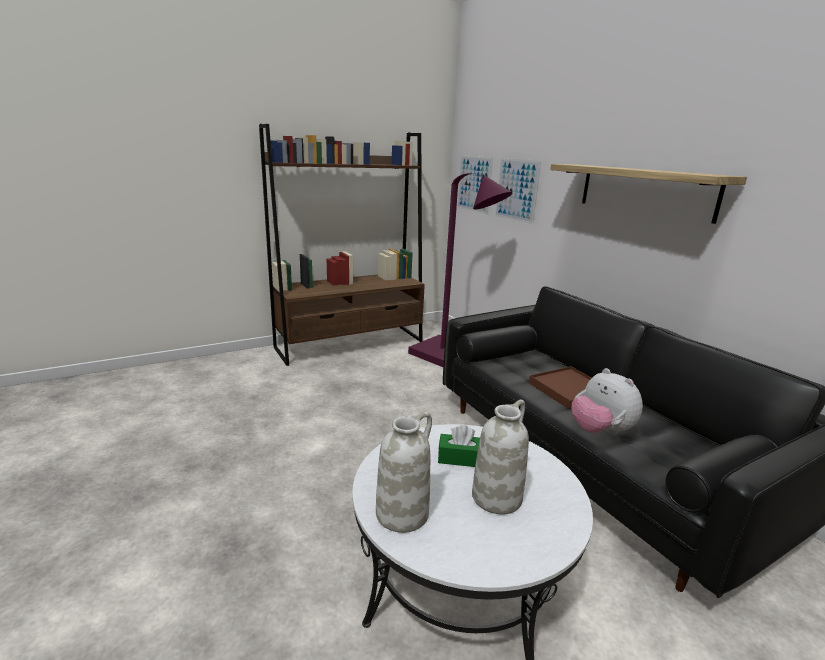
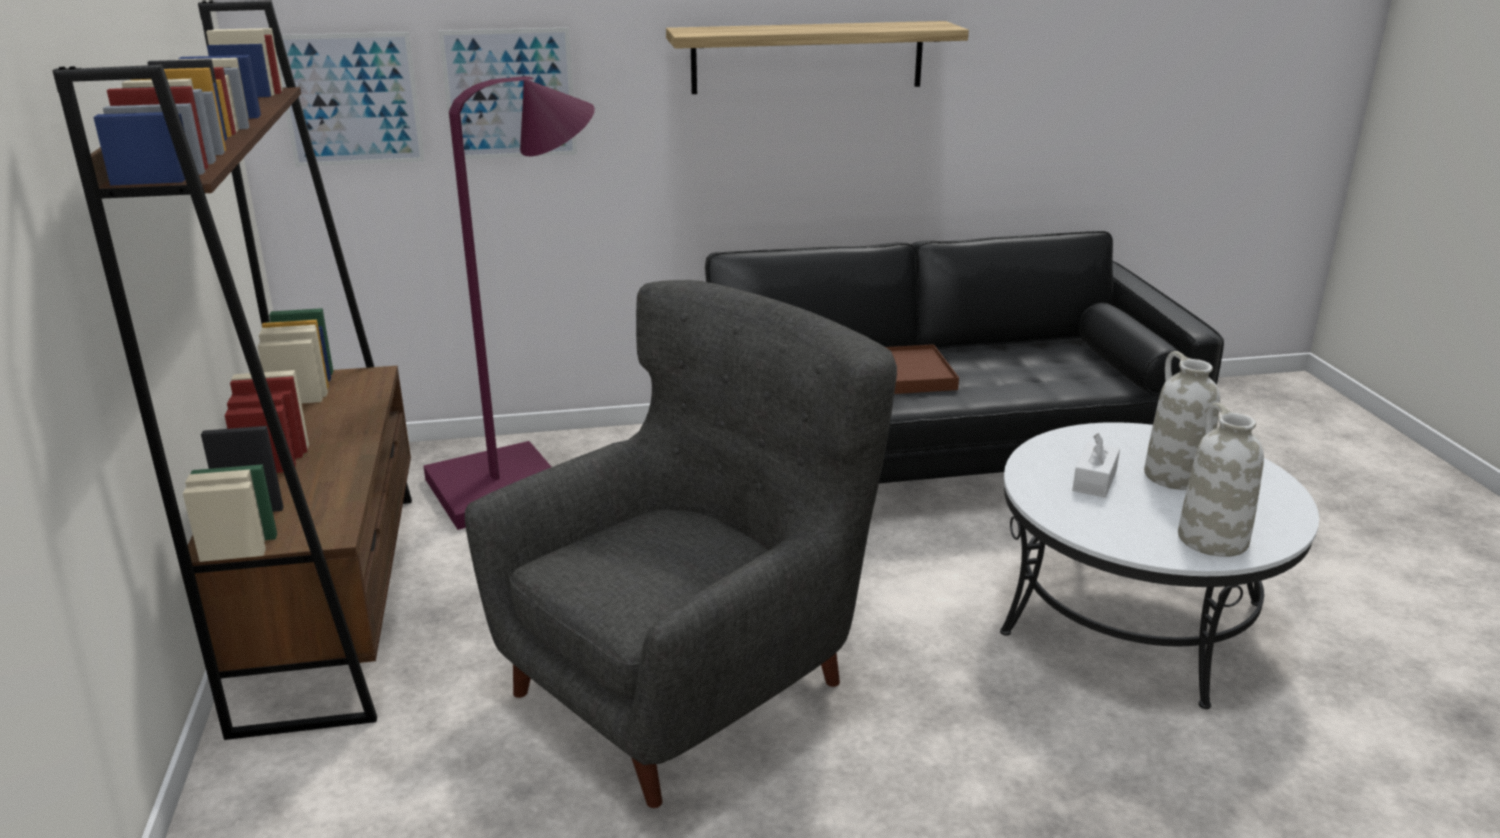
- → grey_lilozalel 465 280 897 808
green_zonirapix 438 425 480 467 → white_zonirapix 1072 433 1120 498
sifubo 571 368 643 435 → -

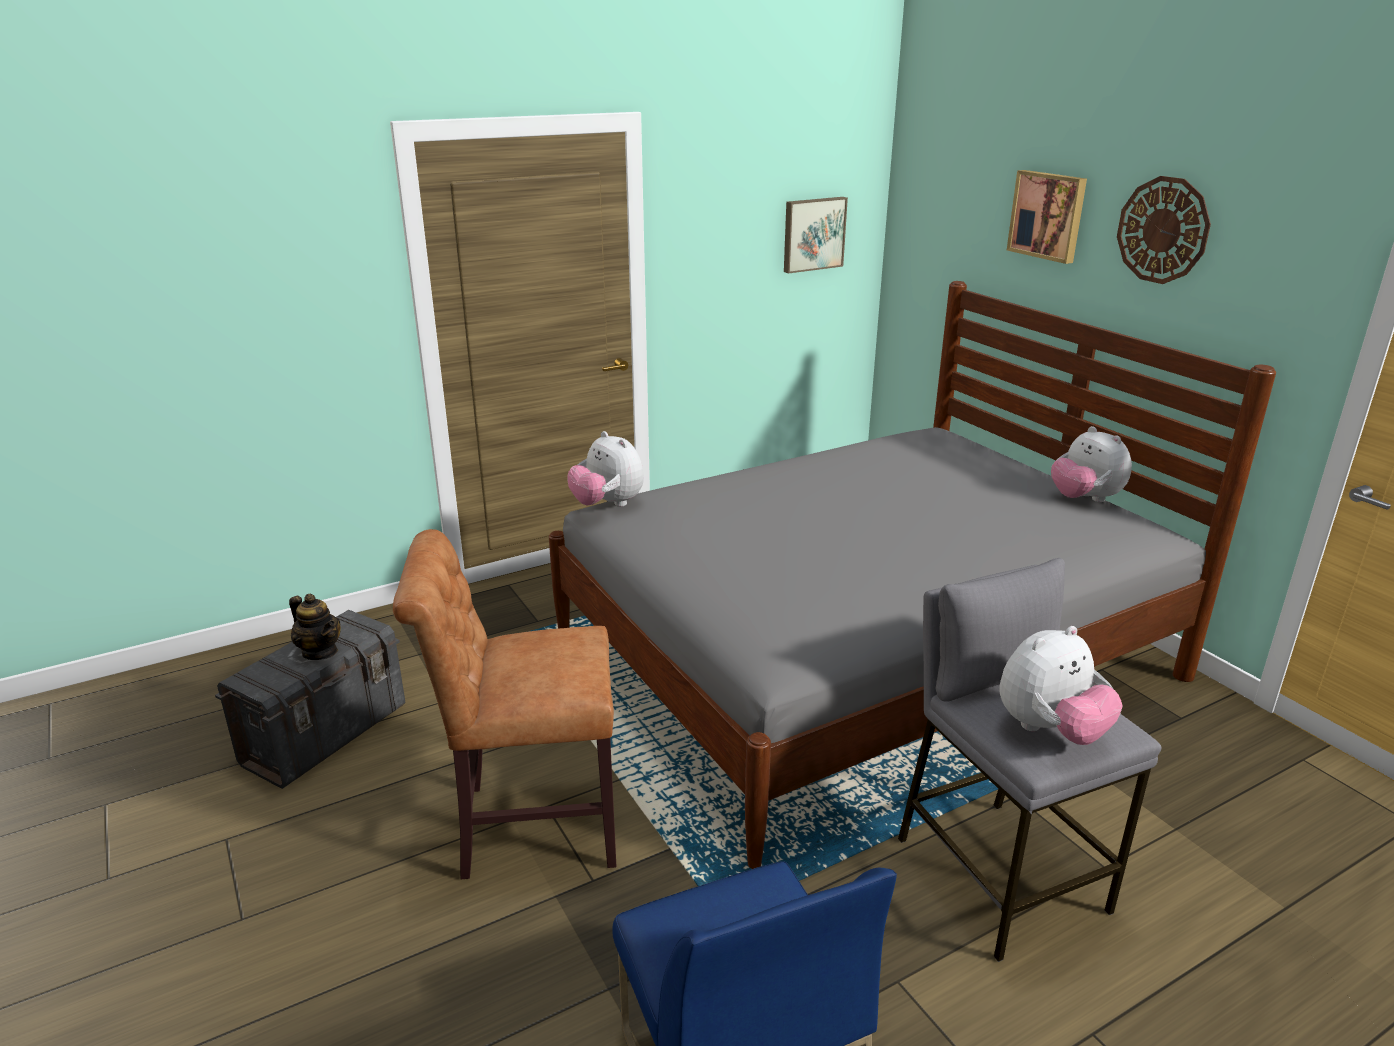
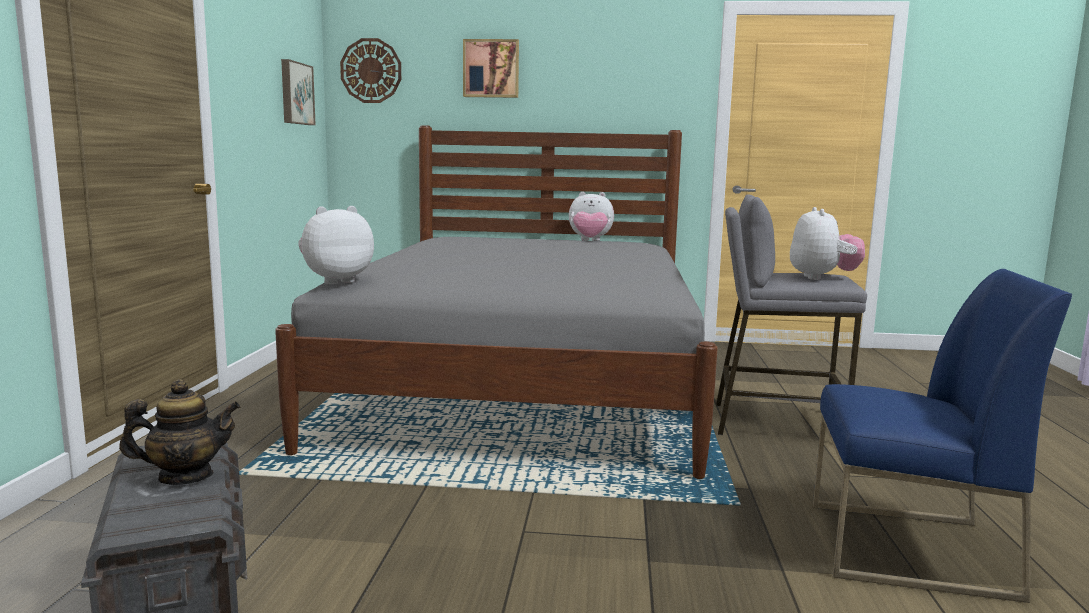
sifubo 567 431 644 507 → sifubo 298 206 374 284, 150 degrees clockwise
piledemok 1117 176 1211 284 → piledemok 340 38 401 103, move
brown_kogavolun 393 529 617 879 → -

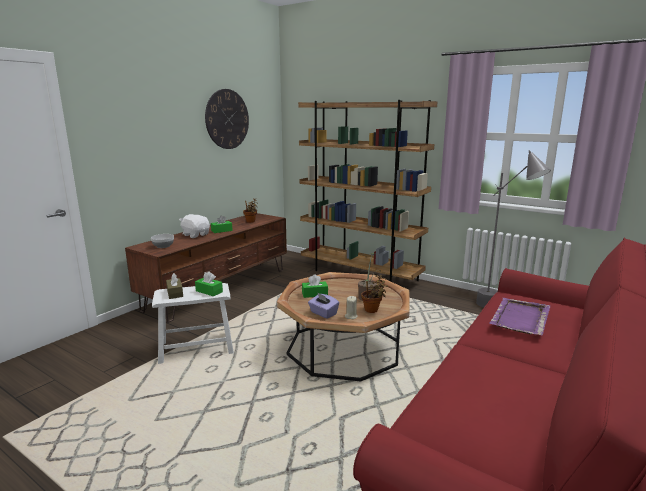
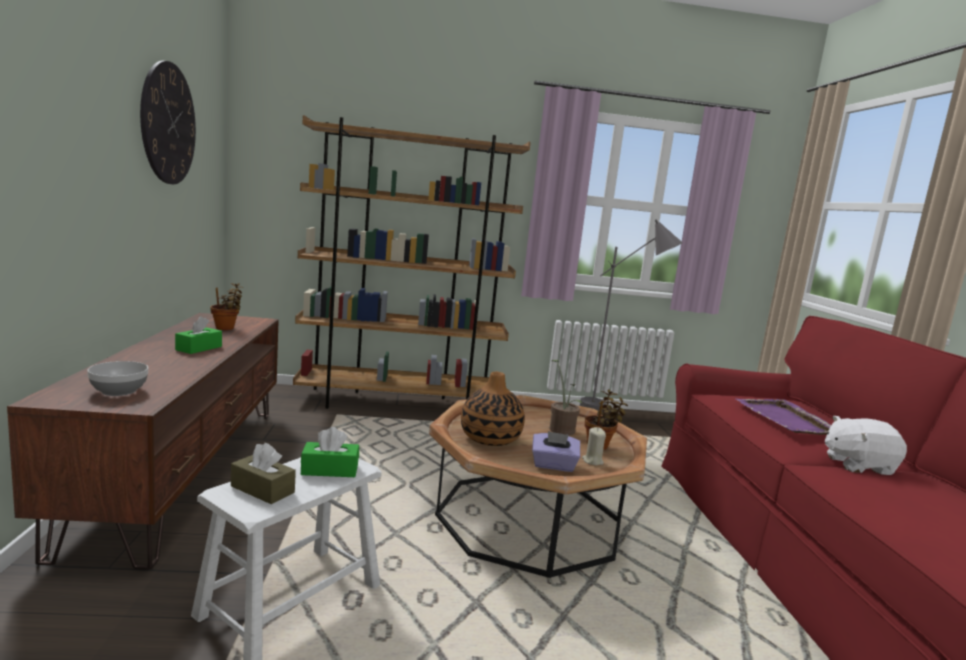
green_zonirapix 302 274 328 298 → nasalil 461 372 525 446
white_sifubo 179 214 210 238 → white_sifubo 825 416 907 475, move

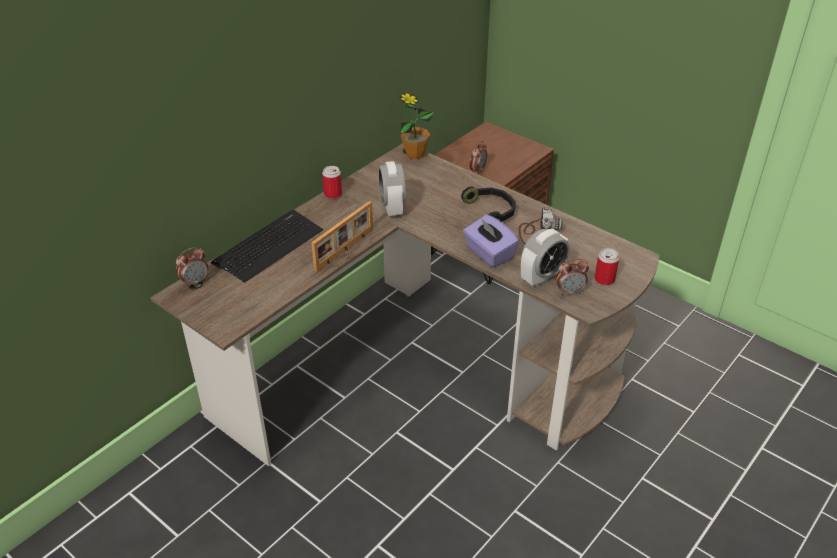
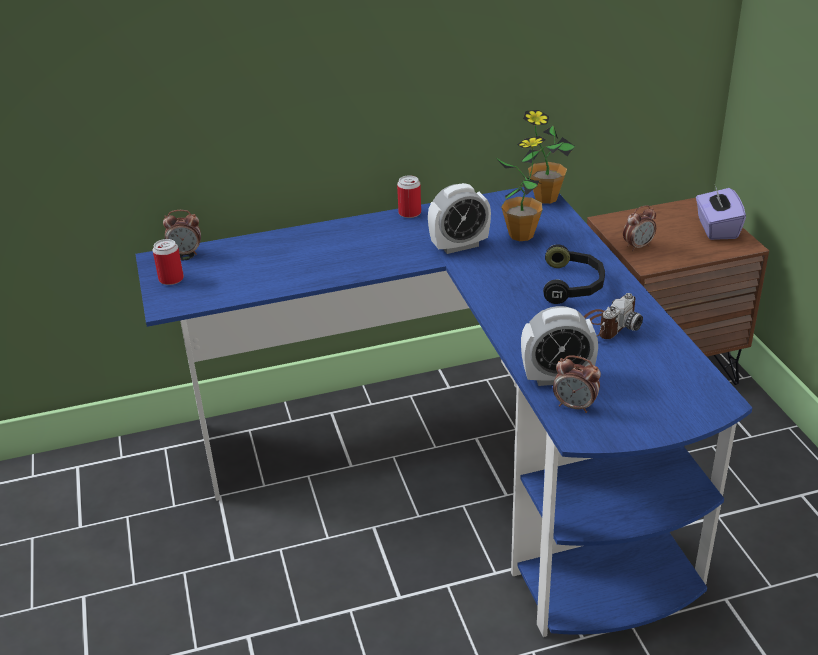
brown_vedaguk 150 143 659 466 → blue_vedaguk 135 187 753 637
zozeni 594 248 619 285 → zozeni 153 239 184 285, move
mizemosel 379 161 406 217 → mizemosel 428 183 491 254, 135 degrees counterclockwise
- → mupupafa 496 136 546 241
purple_zonirapix 463 215 519 267 → purple_zonirapix 696 186 746 240, move
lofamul 211 210 323 282 → -
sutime 311 201 373 272 → -

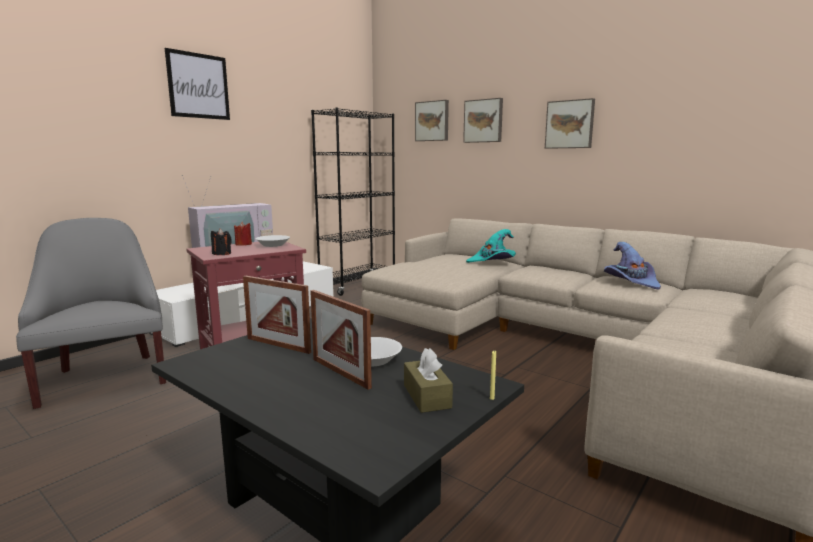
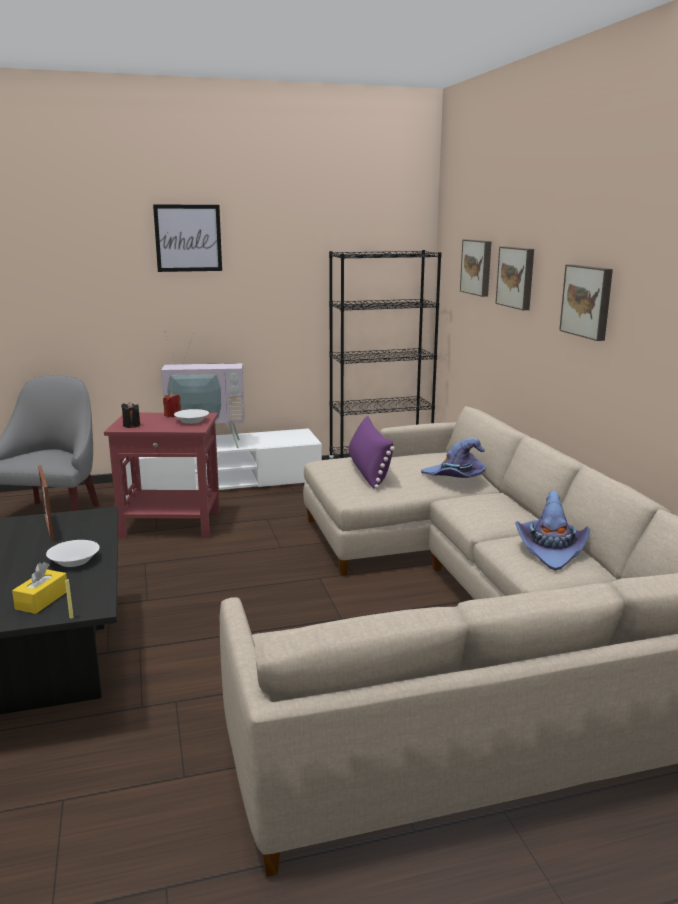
brown_zonirapix 404 348 453 413 → yellow_zonirapix 12 562 67 614
- → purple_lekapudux 348 416 395 489
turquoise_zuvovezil 466 229 516 263 → purple_zuvovezil 421 438 486 478
sutime 310 290 372 390 → -

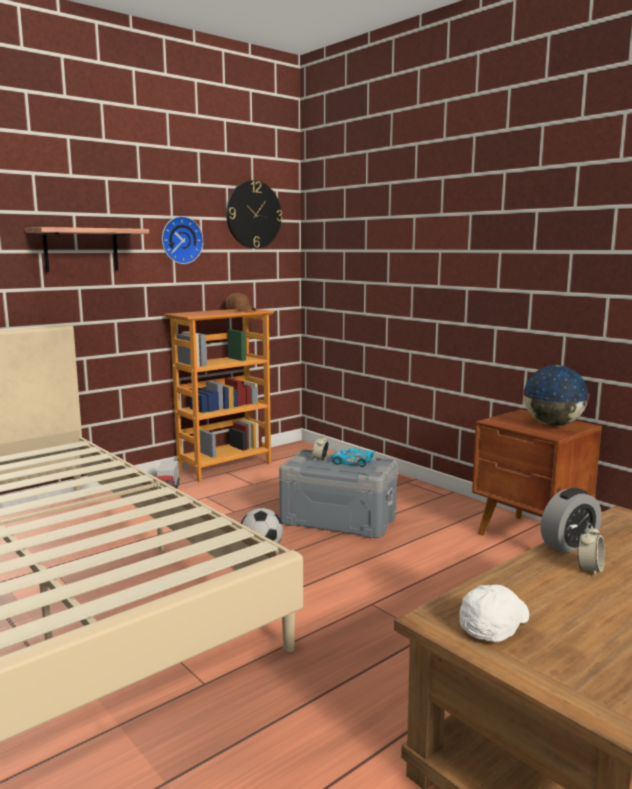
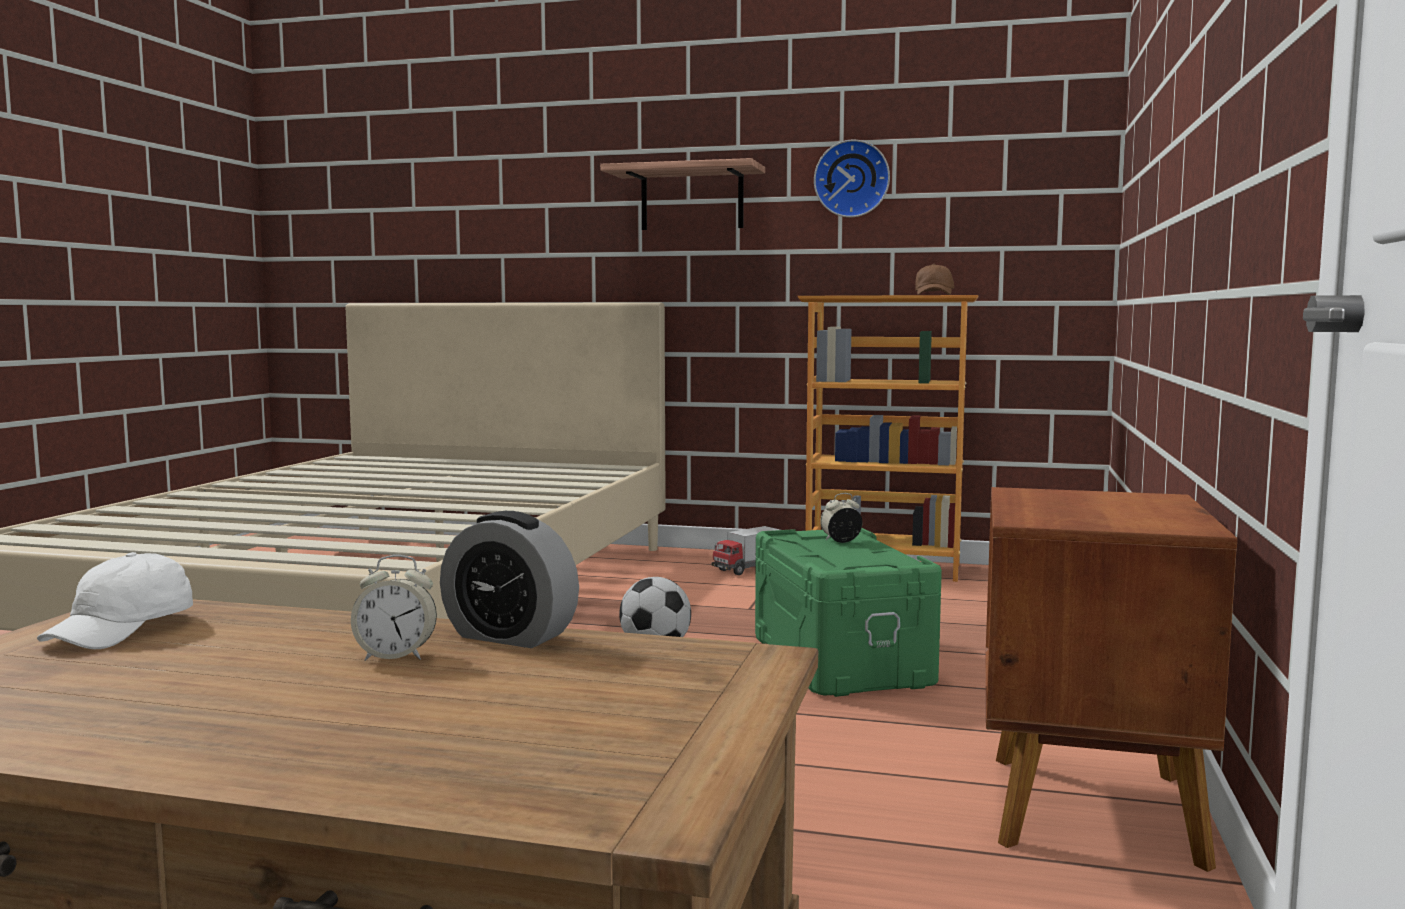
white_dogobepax 459 585 529 642 → white_dogobepax 37 552 193 649, 105 degrees clockwise
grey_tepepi 279 449 397 539 → green_tepepi 755 528 942 697
piledemok 226 180 282 248 → -
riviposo 331 448 375 467 → -
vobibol 523 365 590 426 → -

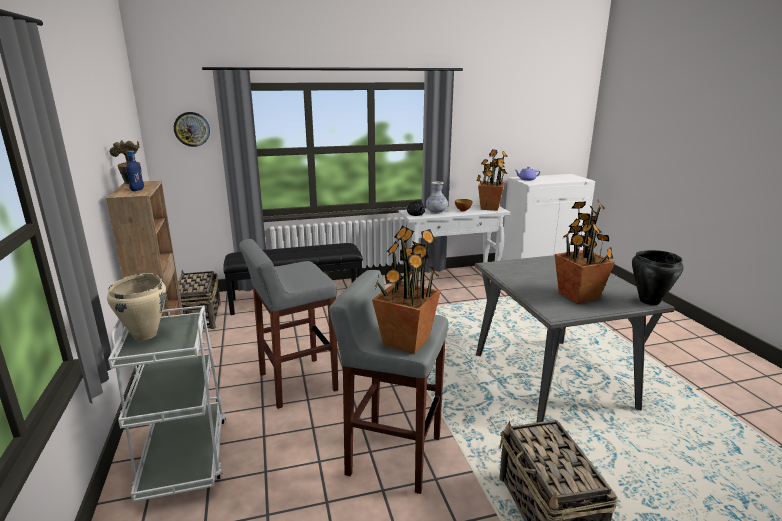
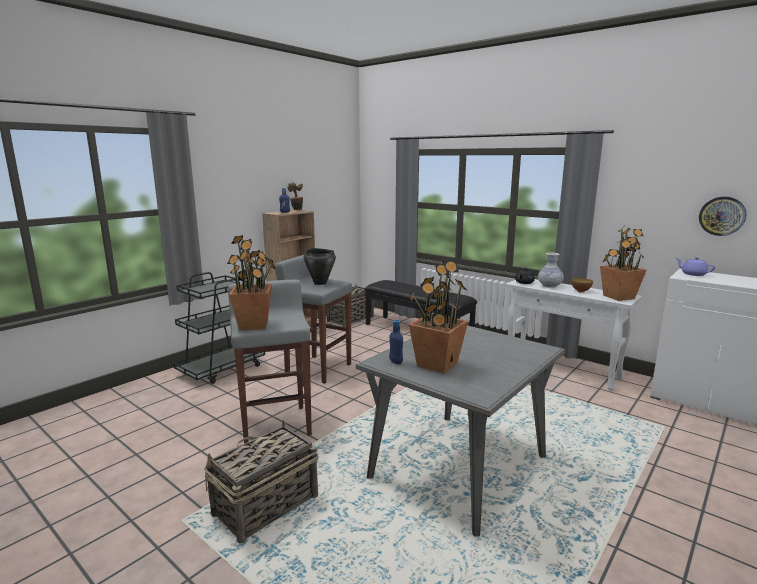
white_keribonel 108 305 226 502 → black_keribonel 173 272 265 384
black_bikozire 632 250 683 305 → black_bikozire 304 248 336 285, move
- → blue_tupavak 389 320 403 364
piledemok 174 112 210 147 → piledemok 699 196 746 236, move
beige_bikozire 107 273 166 340 → -

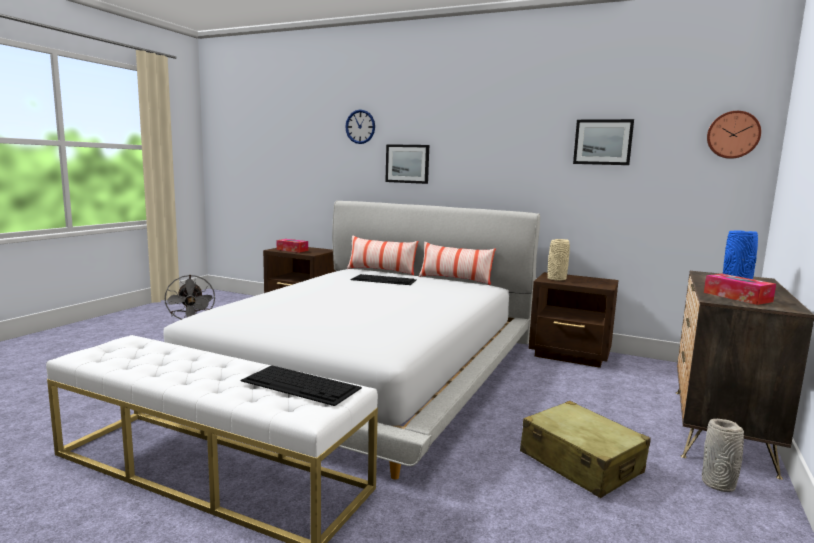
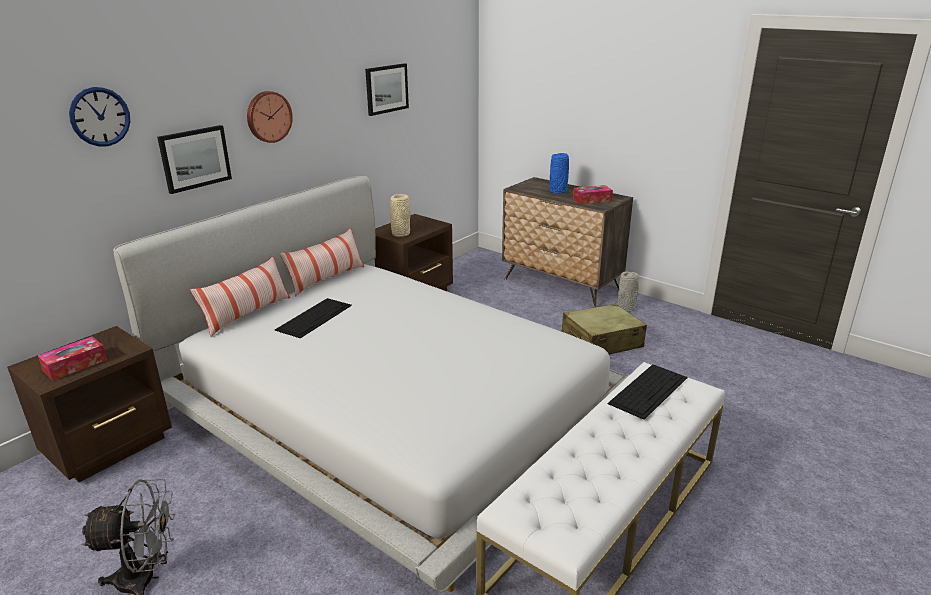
piledemok 707 111 761 159 → piledemok 247 91 293 143, move

